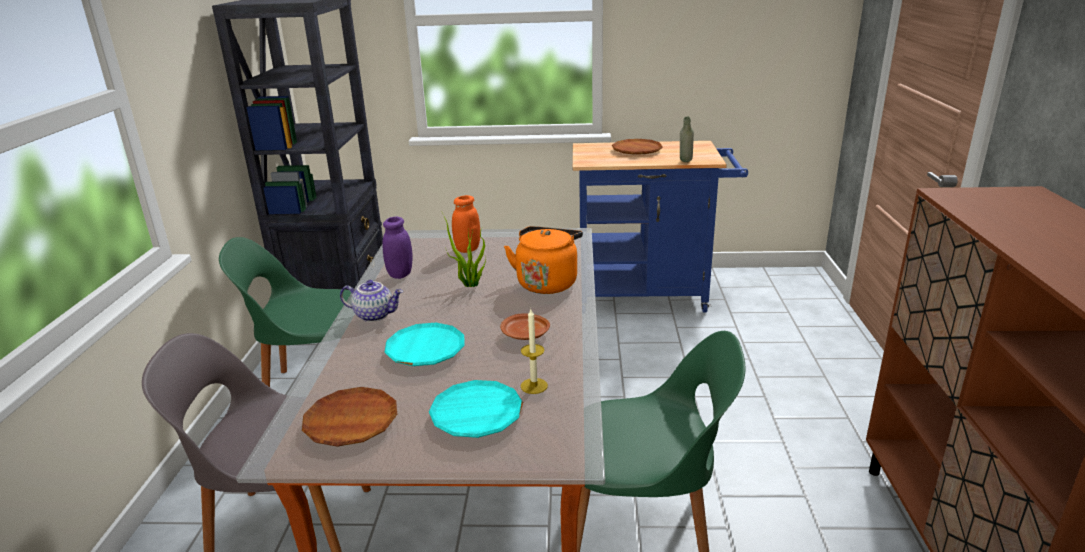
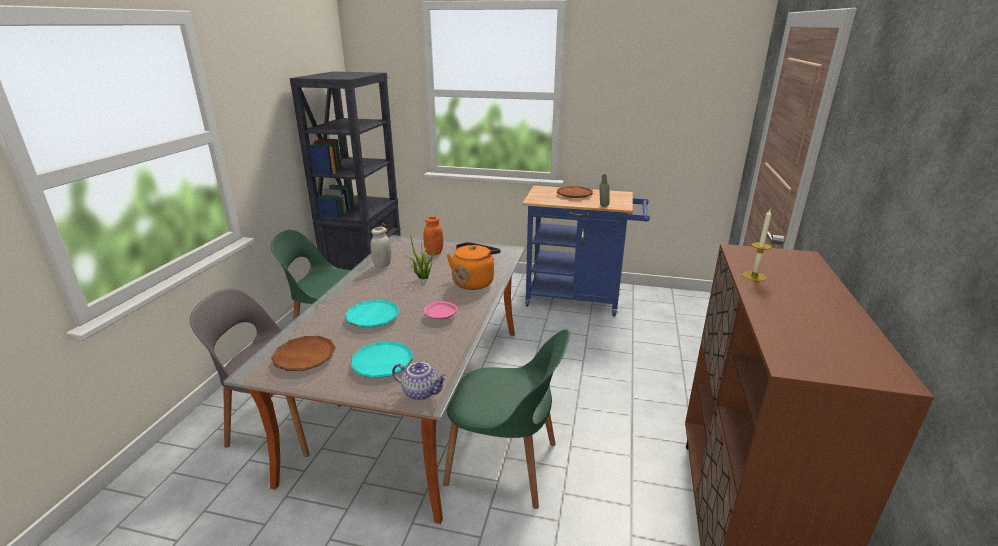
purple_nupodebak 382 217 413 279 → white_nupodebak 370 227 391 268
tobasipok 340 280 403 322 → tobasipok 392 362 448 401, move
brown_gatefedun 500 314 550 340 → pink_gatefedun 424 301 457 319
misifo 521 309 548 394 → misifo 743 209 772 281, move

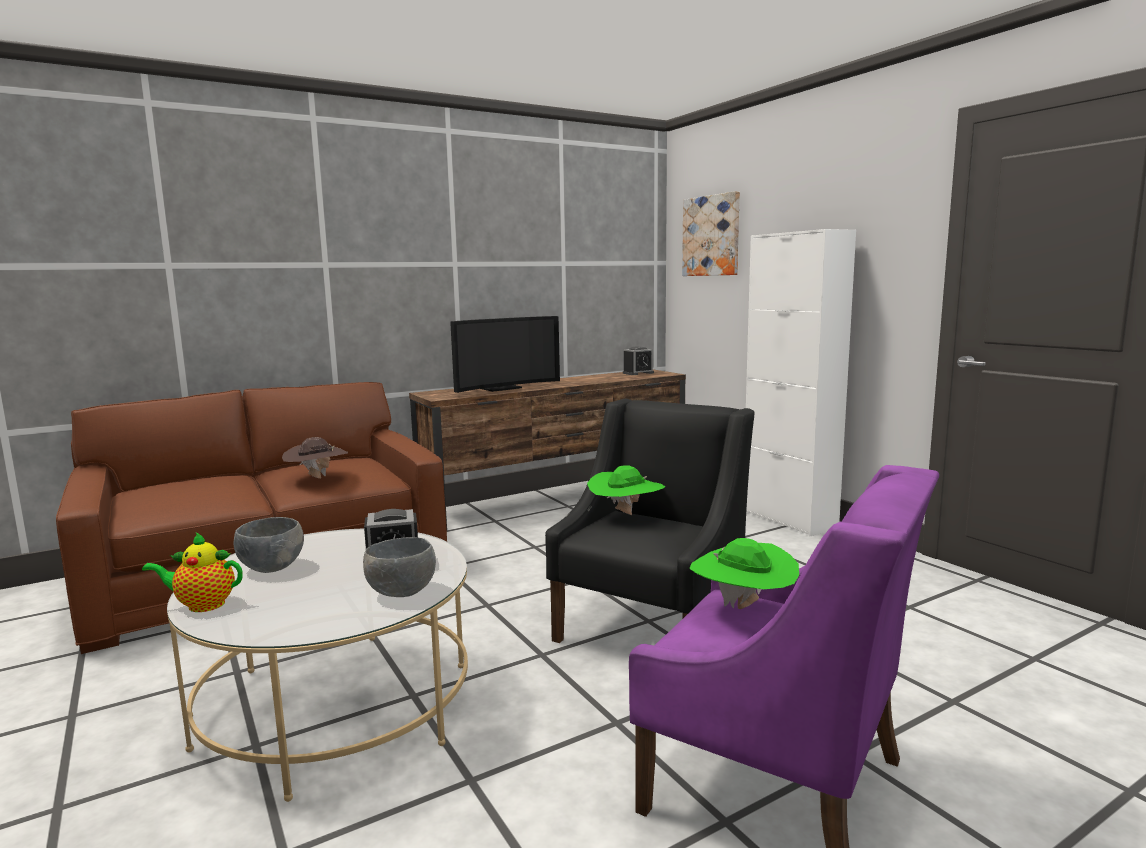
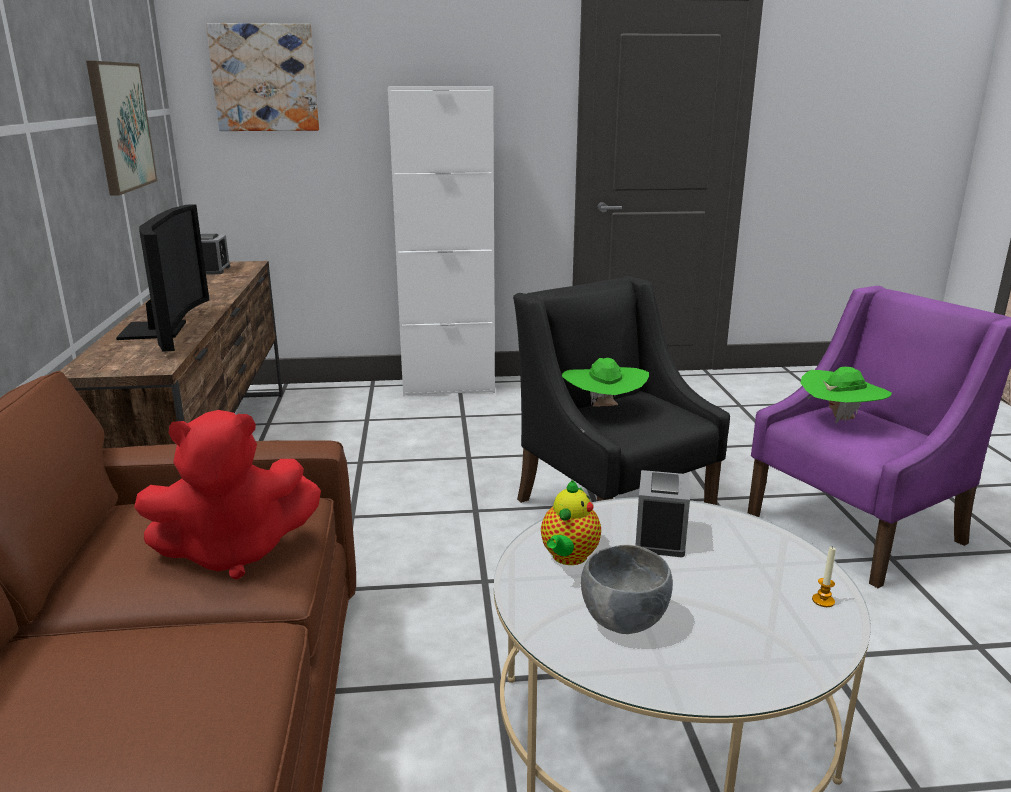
- → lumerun 86 61 157 196
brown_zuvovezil 282 437 348 479 → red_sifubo 134 410 321 579
tobasipok 142 533 243 612 → tobasipok 541 480 601 565, move
- → misifo 812 547 836 607
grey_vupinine 363 537 436 597 → -

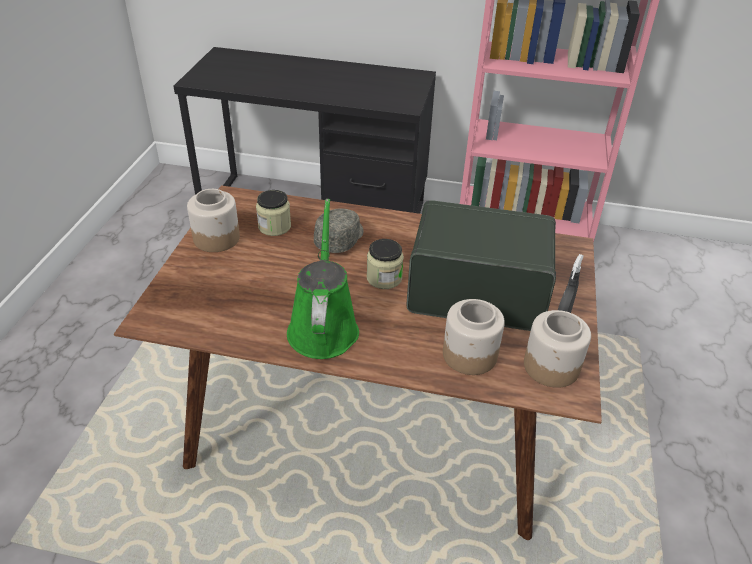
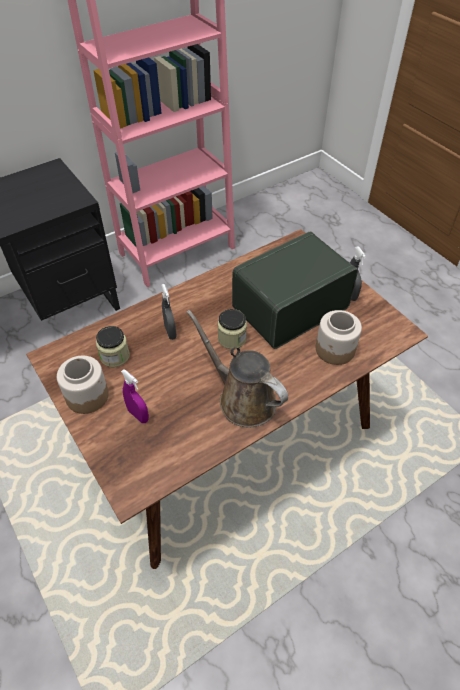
- → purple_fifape 121 369 149 423
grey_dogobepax 314 208 363 253 → grey_fifape 161 284 177 340
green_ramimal 287 199 359 359 → brown_ramimal 187 310 288 428
nupodebak 524 310 591 388 → -

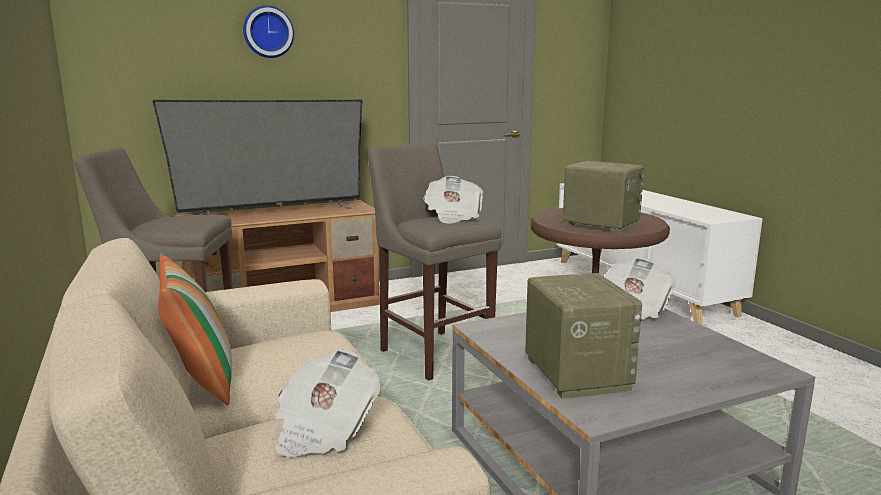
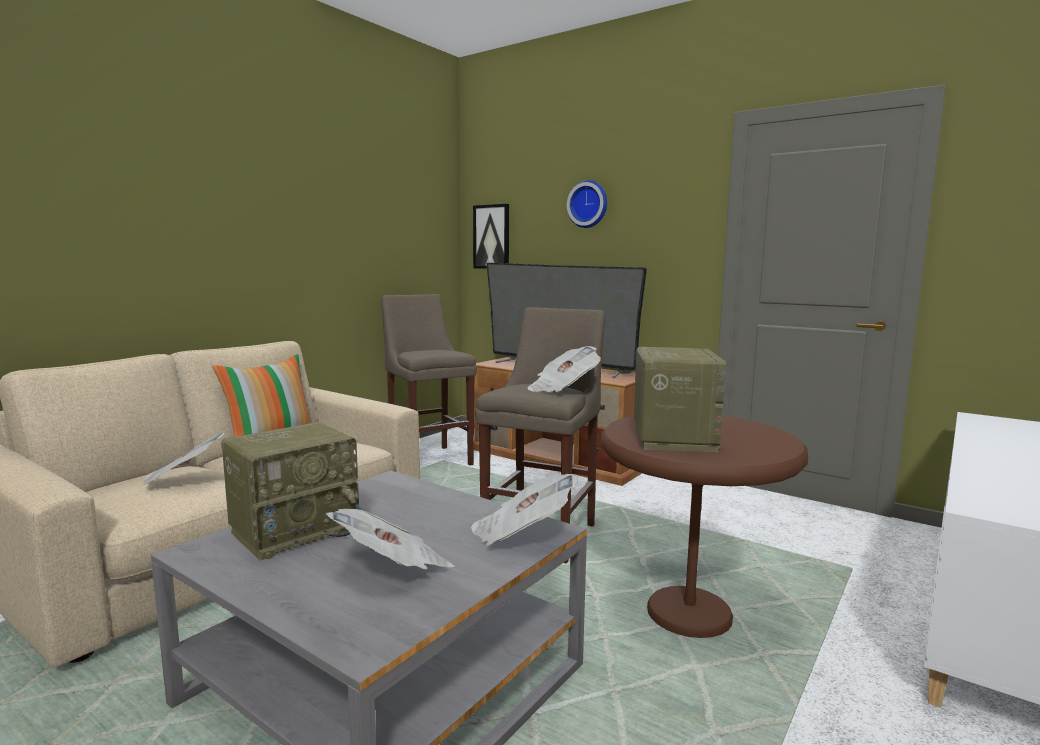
- → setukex 326 509 455 569
- → lumerun 473 204 509 269

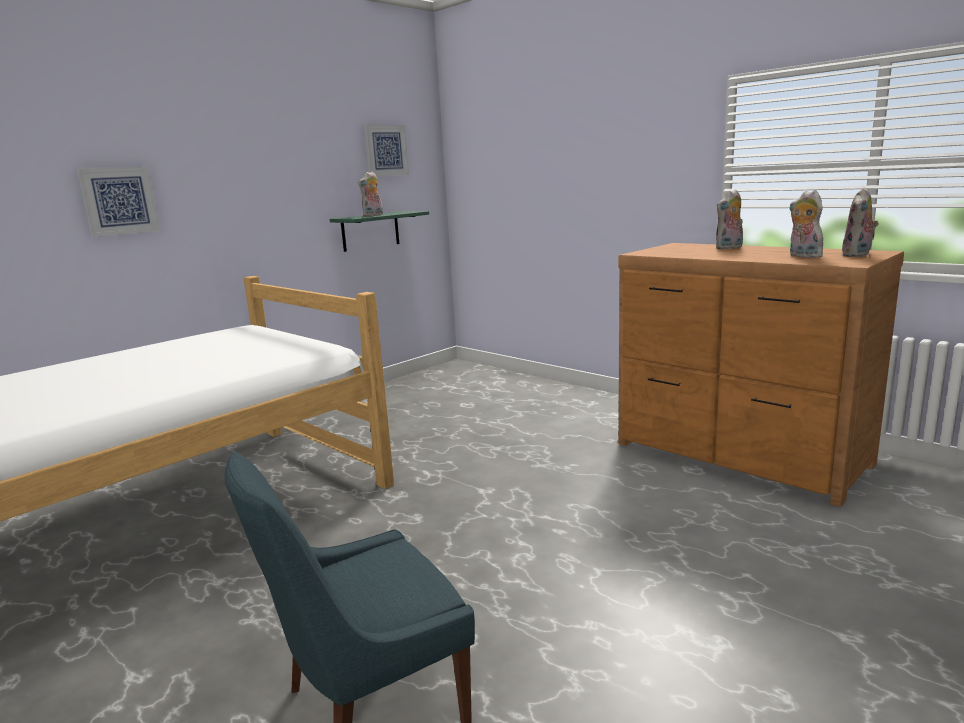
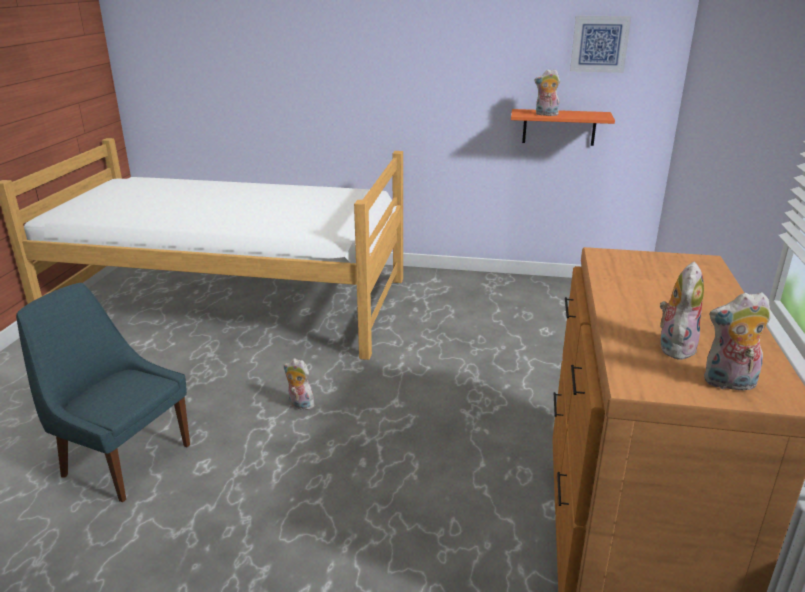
sifubo 716 190 743 249 → sifubo 283 359 315 410, move
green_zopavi 330 211 429 252 → orange_zopavi 511 109 615 146
lumerun 77 167 161 237 → -

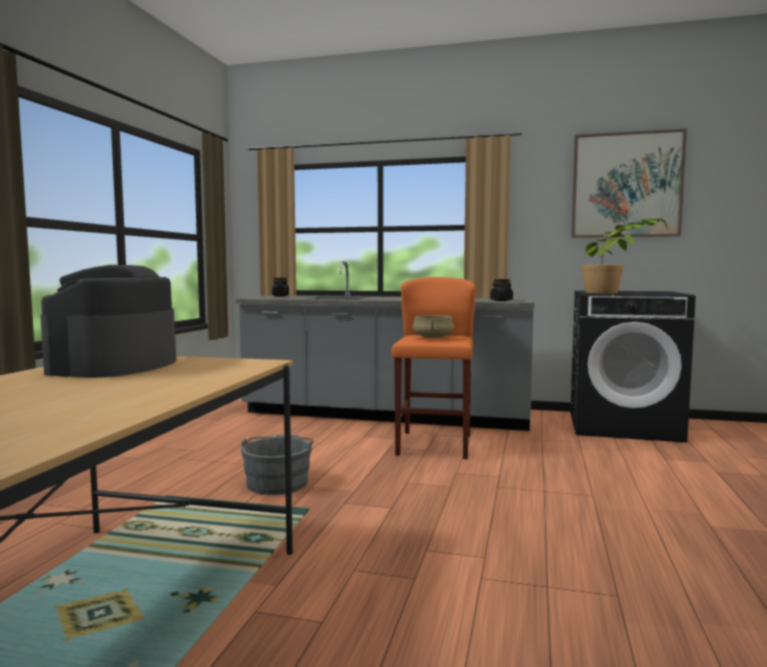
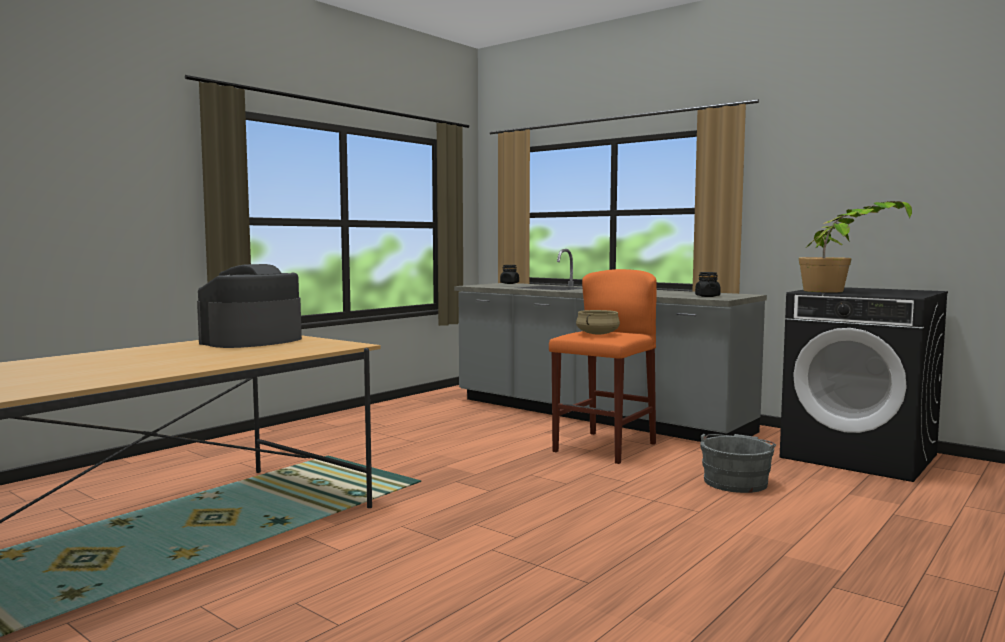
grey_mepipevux 241 435 314 495 → grey_mepipevux 700 434 776 493, move
lumerun 571 129 687 238 → -

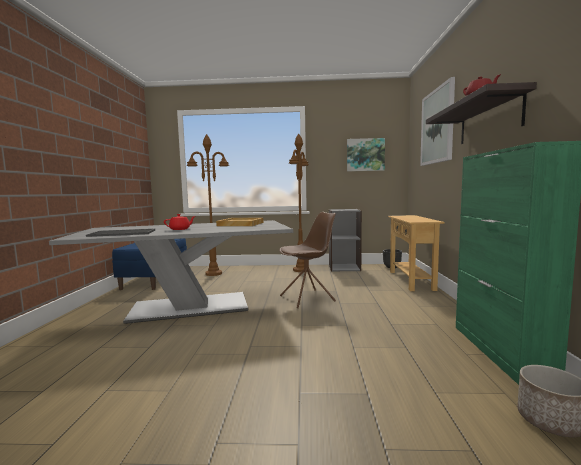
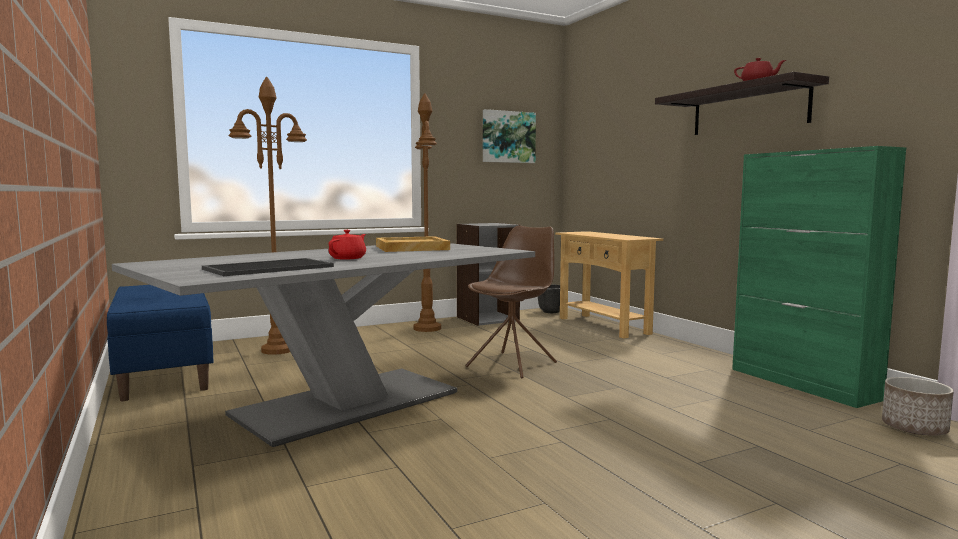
lumerun 420 77 455 166 → -

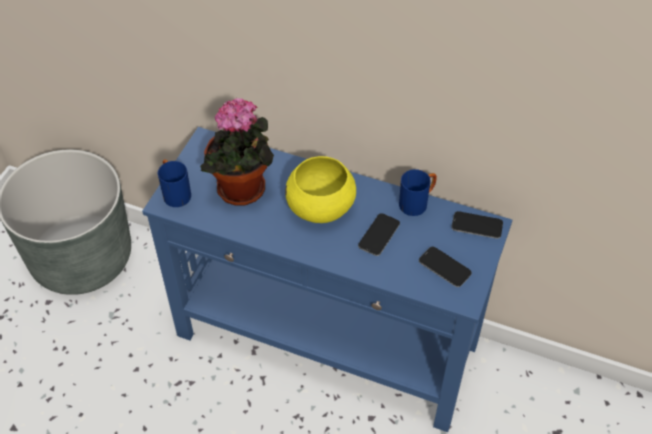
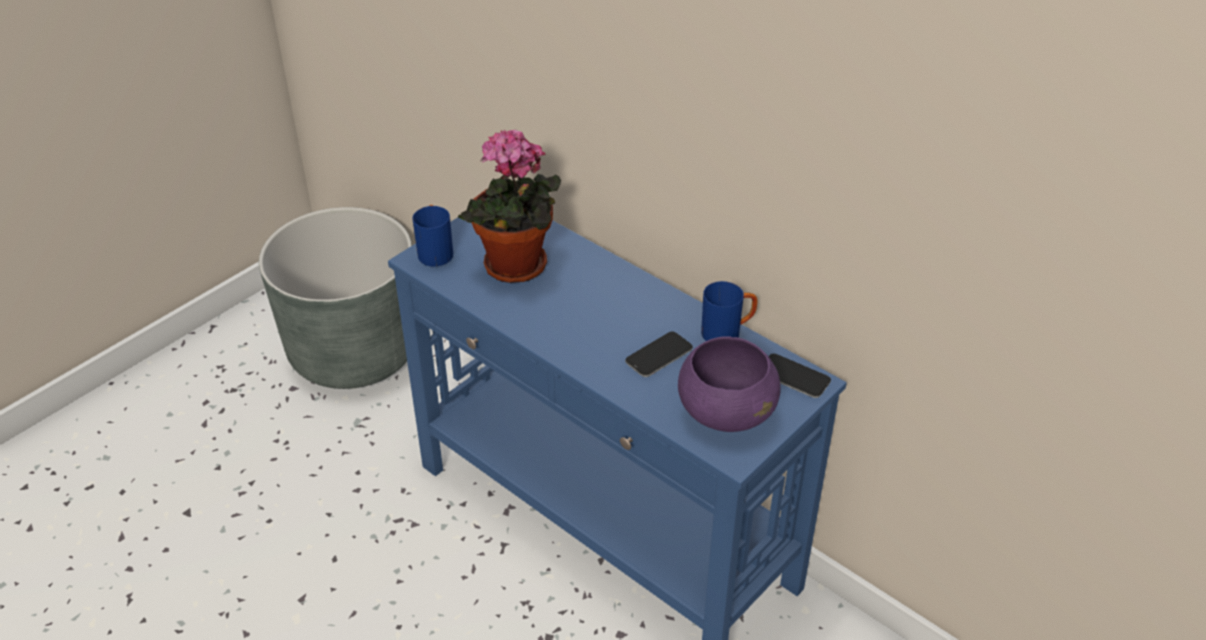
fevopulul 419 246 472 287 → purple_vupinine 678 336 781 432
yellow_vupinine 285 156 356 223 → -

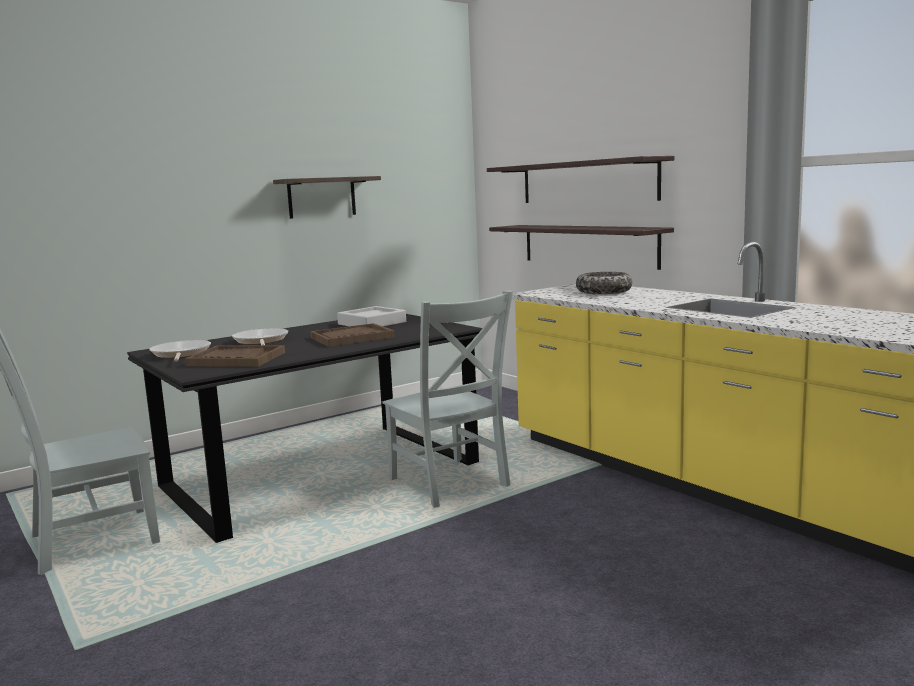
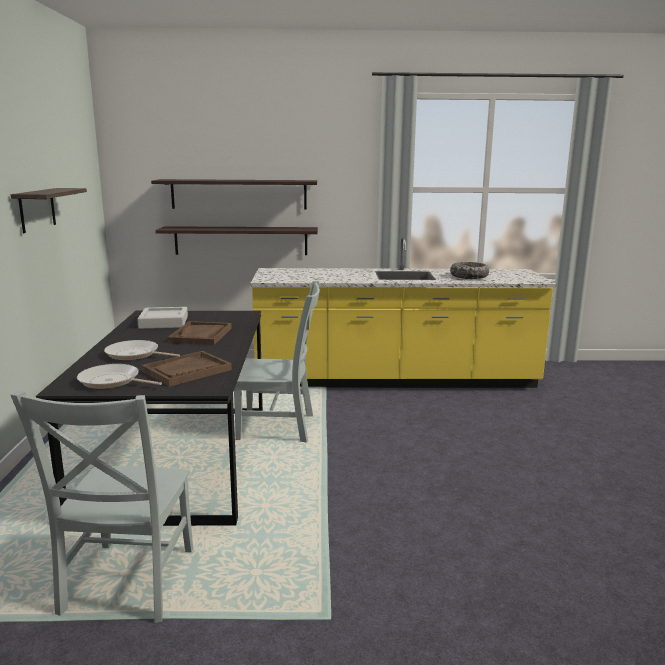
vupinine 576 272 632 294 → vupinine 450 262 489 279, move

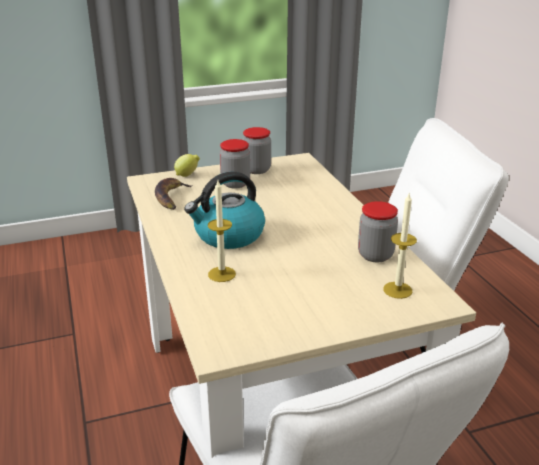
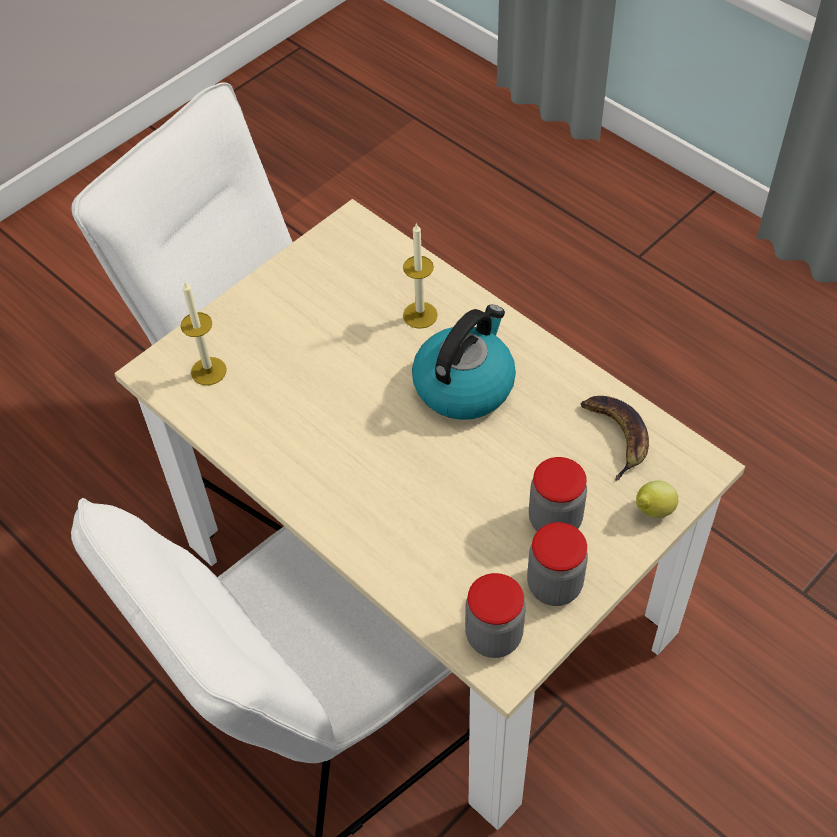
nupodebak 358 201 398 262 → nupodebak 465 573 526 658, move

